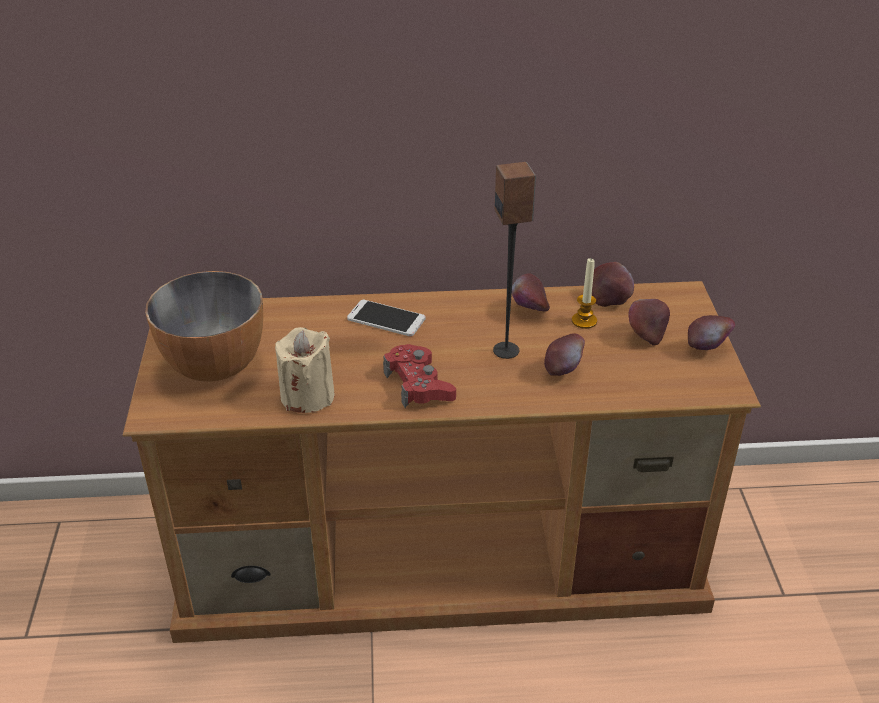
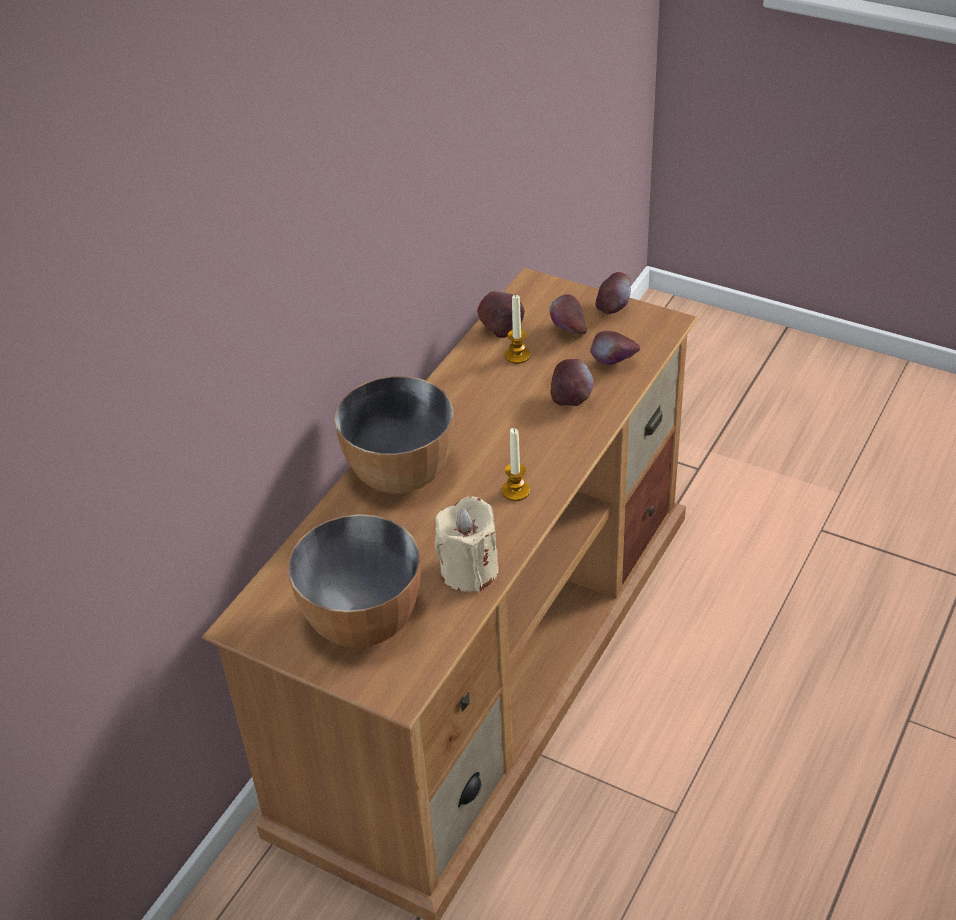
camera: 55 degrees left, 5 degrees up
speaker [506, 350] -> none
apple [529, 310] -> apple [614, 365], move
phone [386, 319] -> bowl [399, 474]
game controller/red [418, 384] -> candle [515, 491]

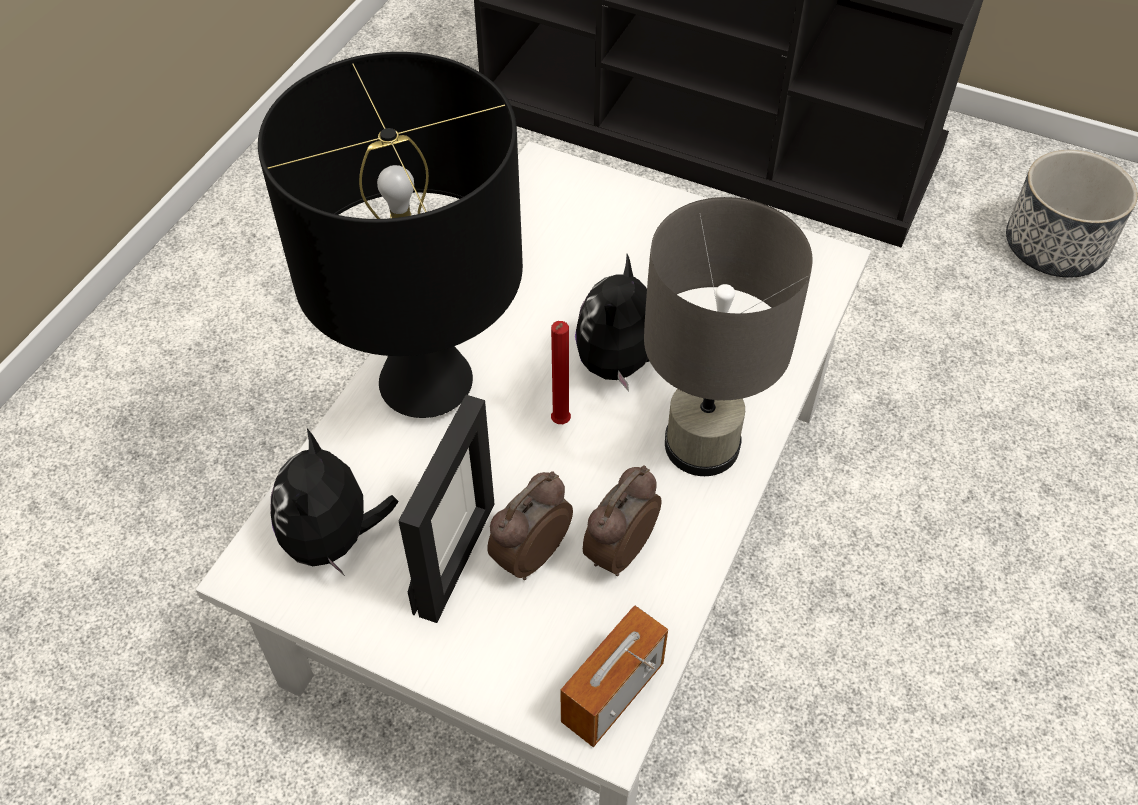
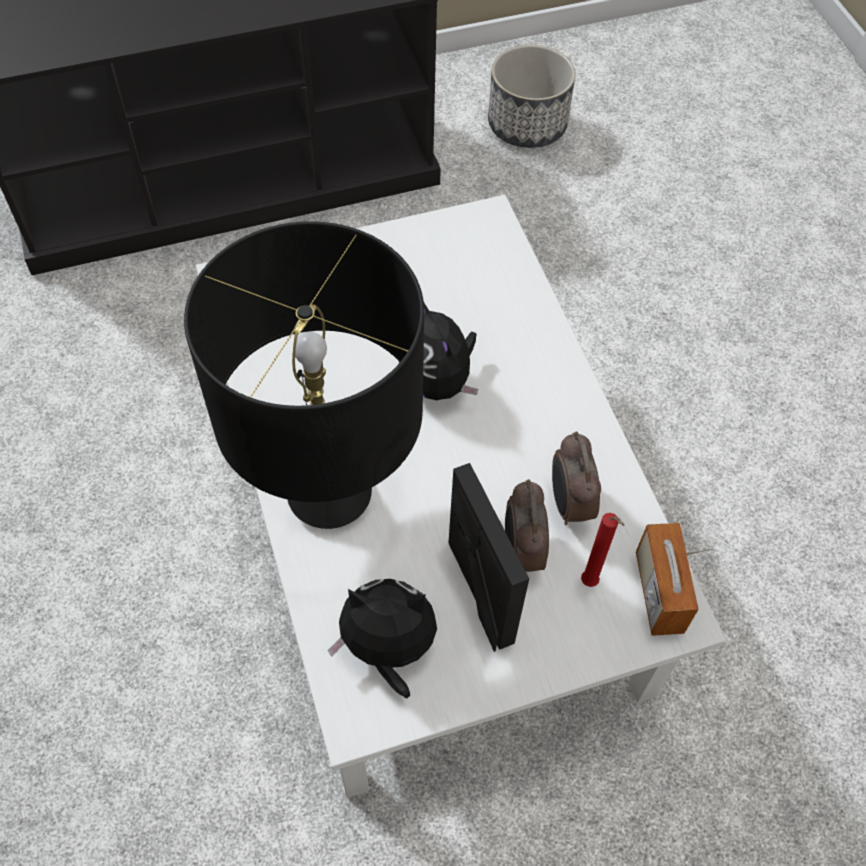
camera: 45 degrees left, 5 degrees up
table lamp/grey [700, 444] -> none
candle/red [559, 424] -> candle/red [590, 584], move
plush toy [334, 540] -> plush toy [387, 649], 135 degrees clockwise

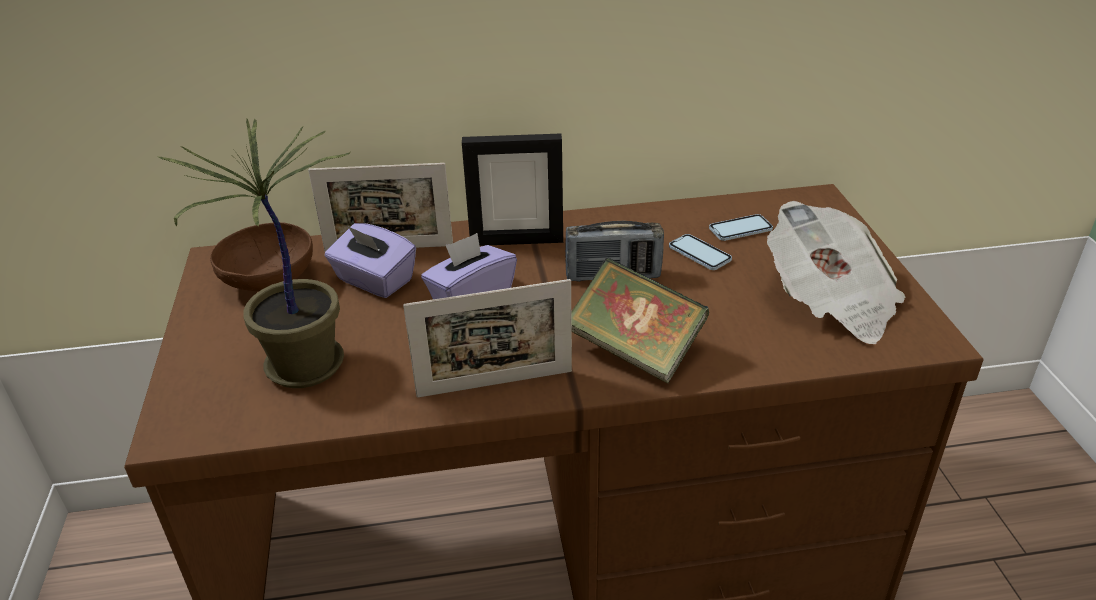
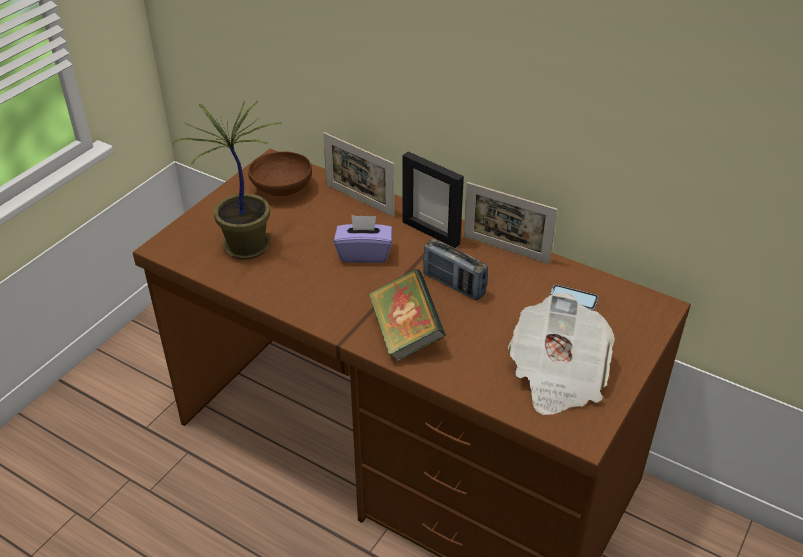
camera: 40 degrees right, 5 degrees up
tissue box/purple [374, 281] -> none
phone [699, 254] -> none
picture frame [495, 384] -> picture frame [506, 249], move

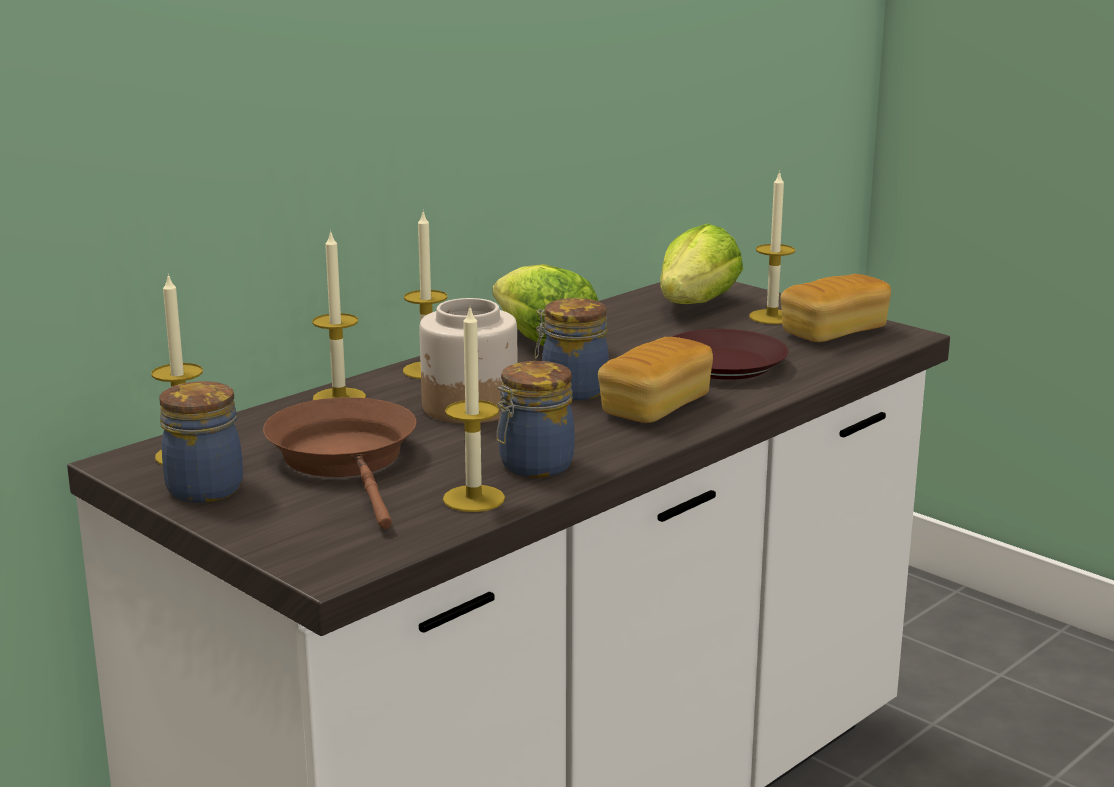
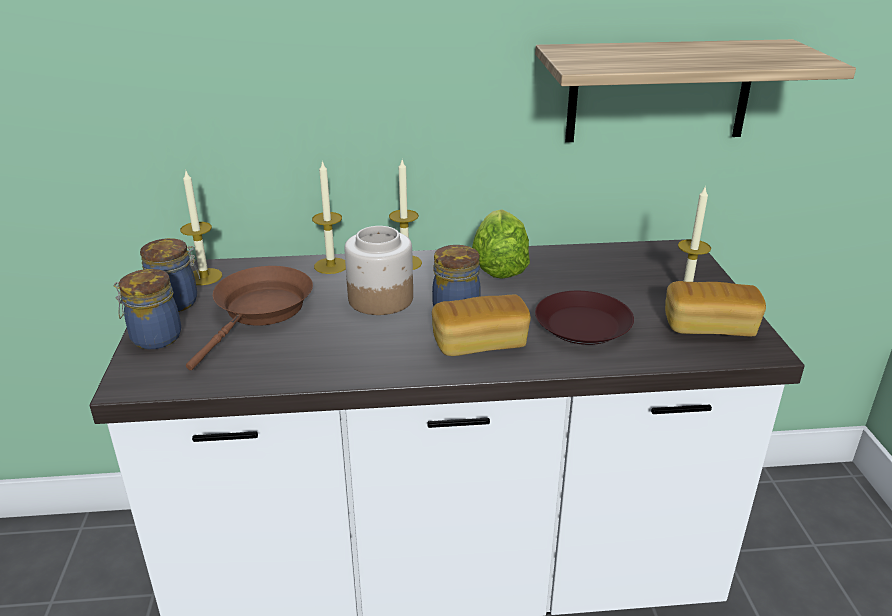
camera: 40 degrees right, 10 degrees up
candle [474, 499] -> none
lettuce [696, 305] -> none
none -> shelf [659, 91]
jar [533, 466] -> jar [154, 338], move

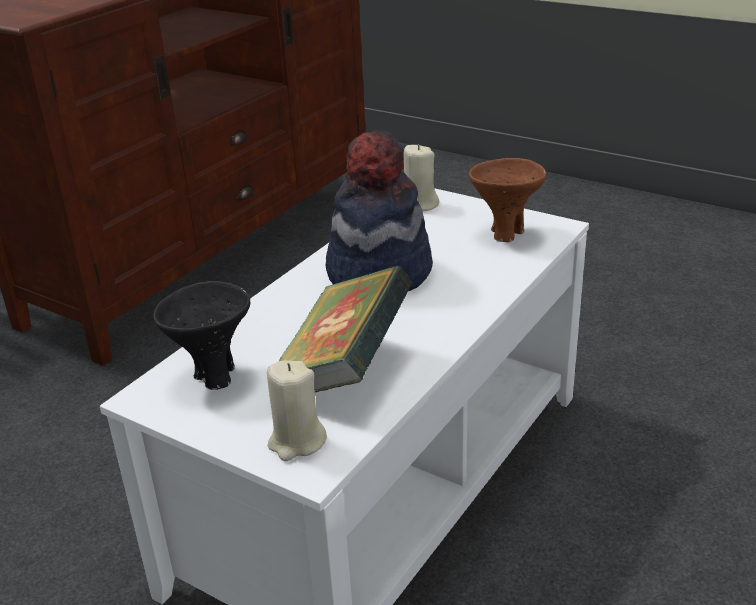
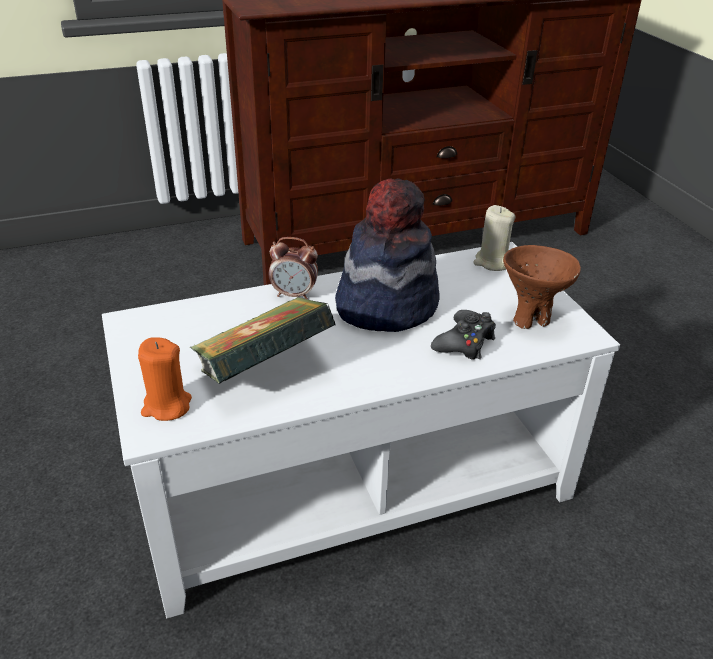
camera: 35 degrees right, 5 degrees up
bowl/black [214, 375] -> none
none -> alarm clock [294, 295]
none -> game controller/black [464, 342]
candle/beige [296, 442] -> candle/orange [166, 406]

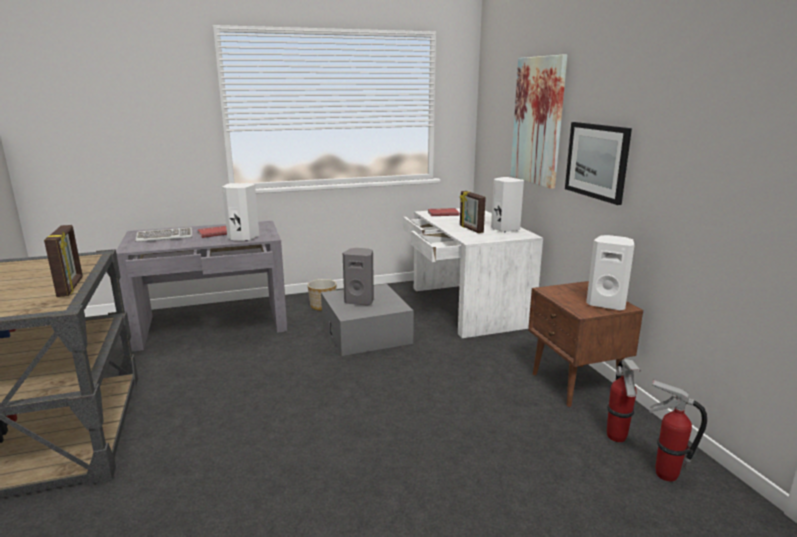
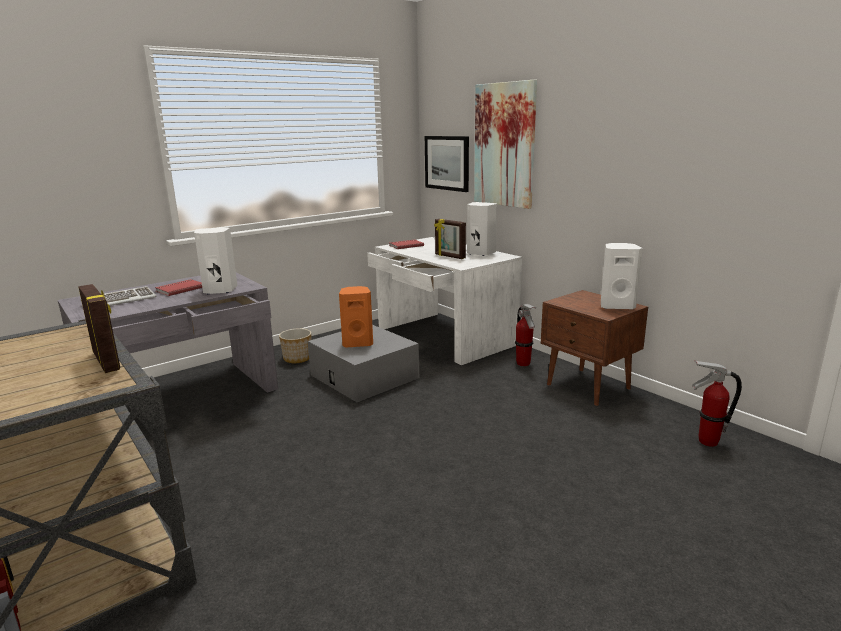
camera: 20 degrees left, 0 degrees up
picture [597, 161] -> picture [447, 163], move
fire extinguisher [616, 437] -> fire extinguisher [523, 364], move
speaker/grey [360, 301] -> speaker/orange [358, 343]

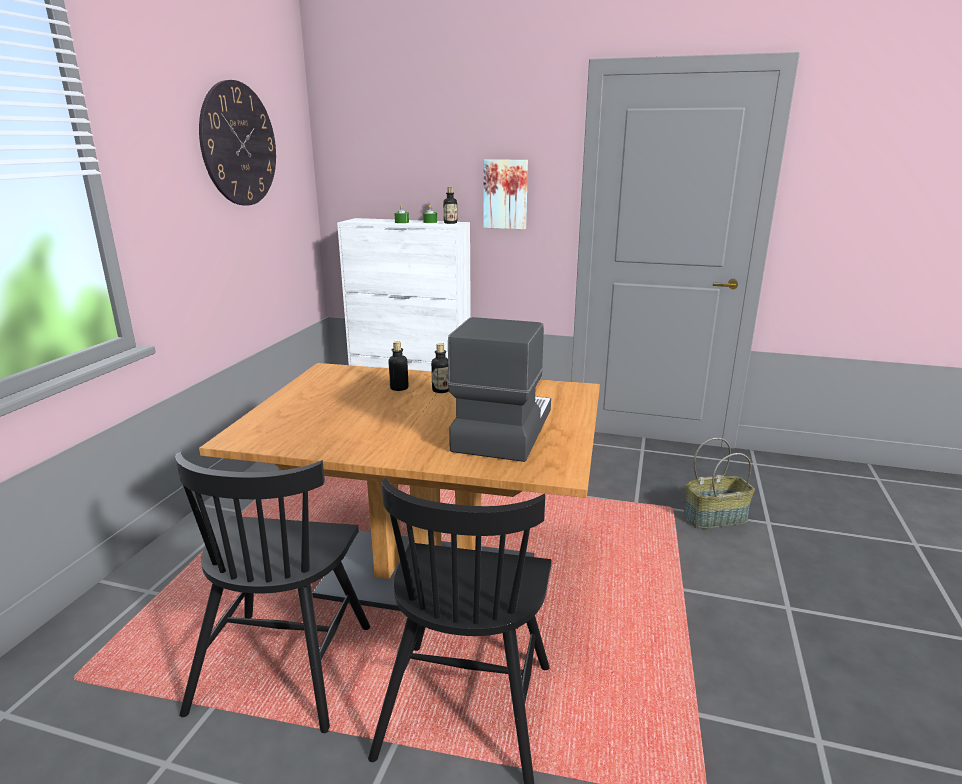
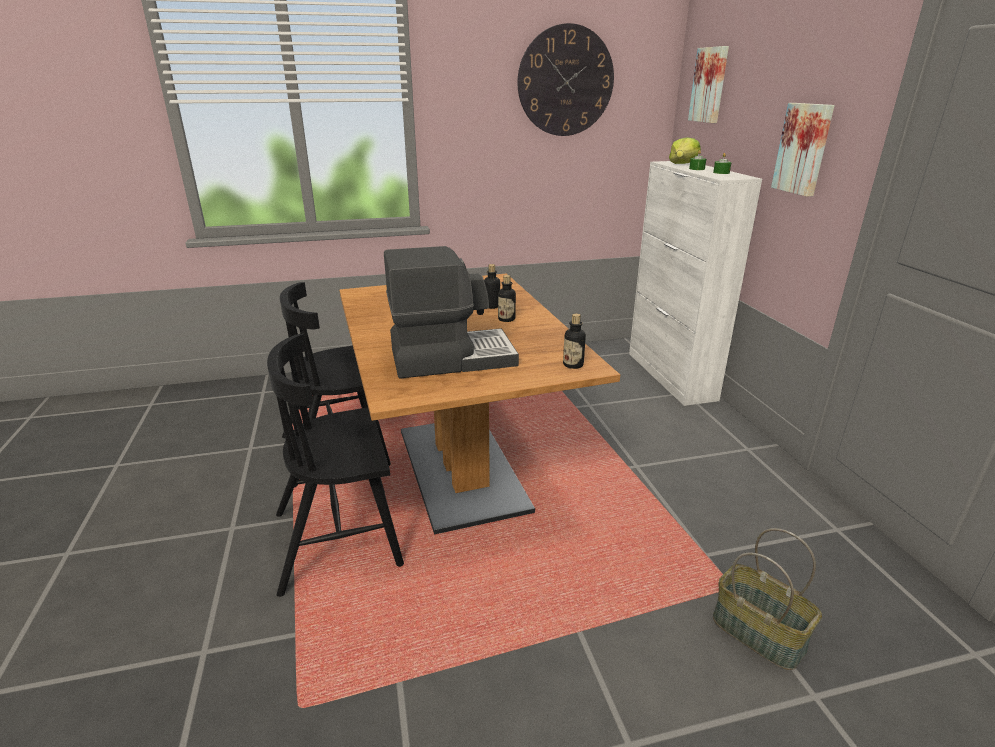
camera: 60 degrees right, 5 degrees up
none -> lettuce [682, 164]
none -> picture [710, 85]
bottle [450, 223] -> bottle [573, 365], move

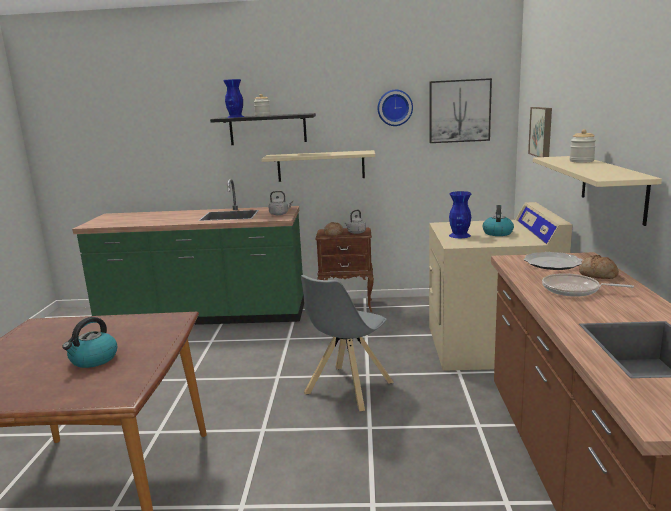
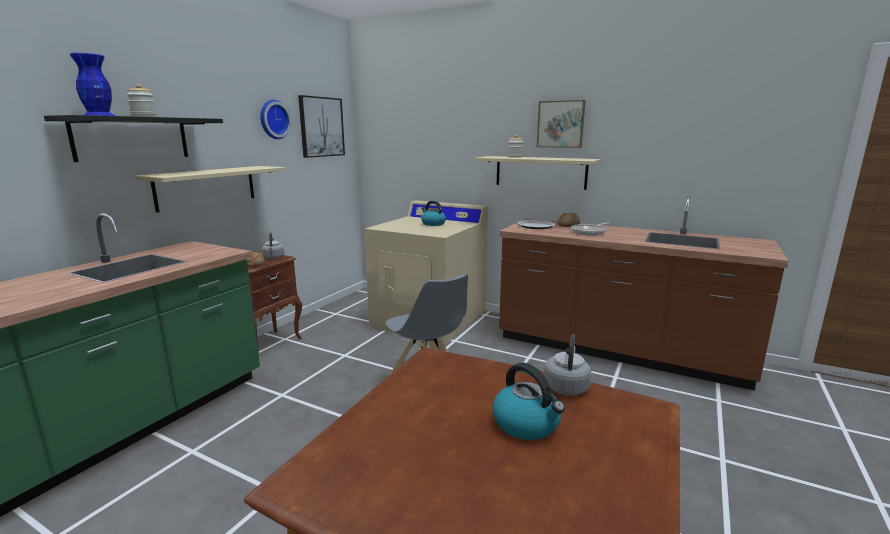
camera: 65 degrees left, 0 degrees up
vase/blue [460, 235] -> none
kettle/grey [280, 214] -> kettle/grey [566, 386], move
picture [542, 131] -> picture [561, 124], move

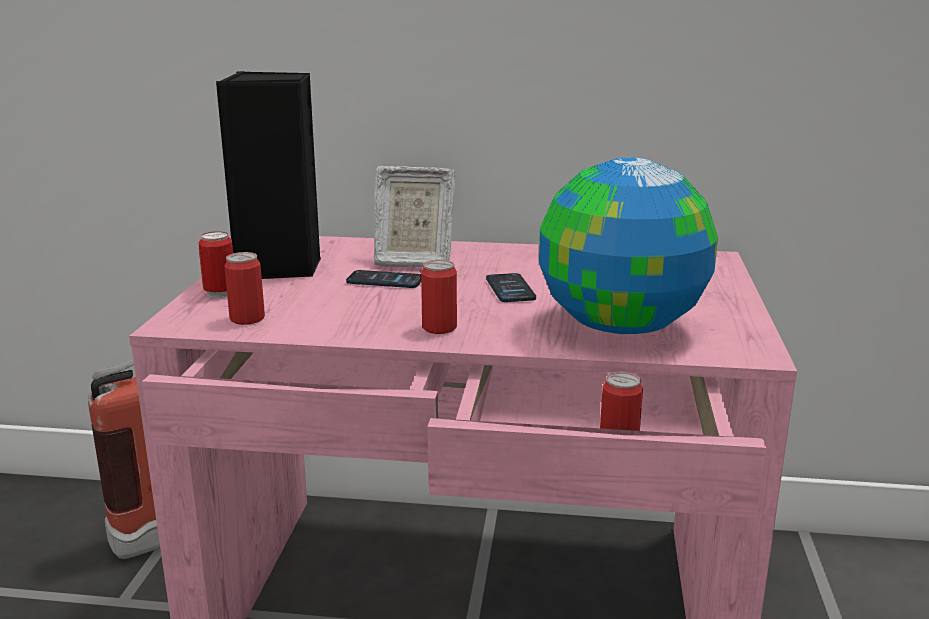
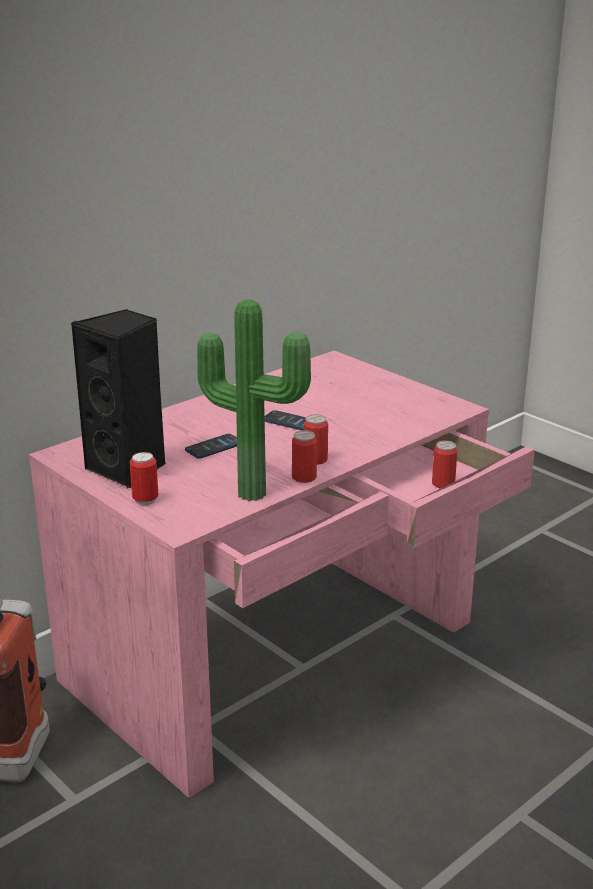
camera: 50 degrees left, 5 degrees up
picture frame [412, 261] -> none
globe [619, 327] -> none
none -> potted plant [254, 491]
can [247, 319] -> can [304, 477], move

